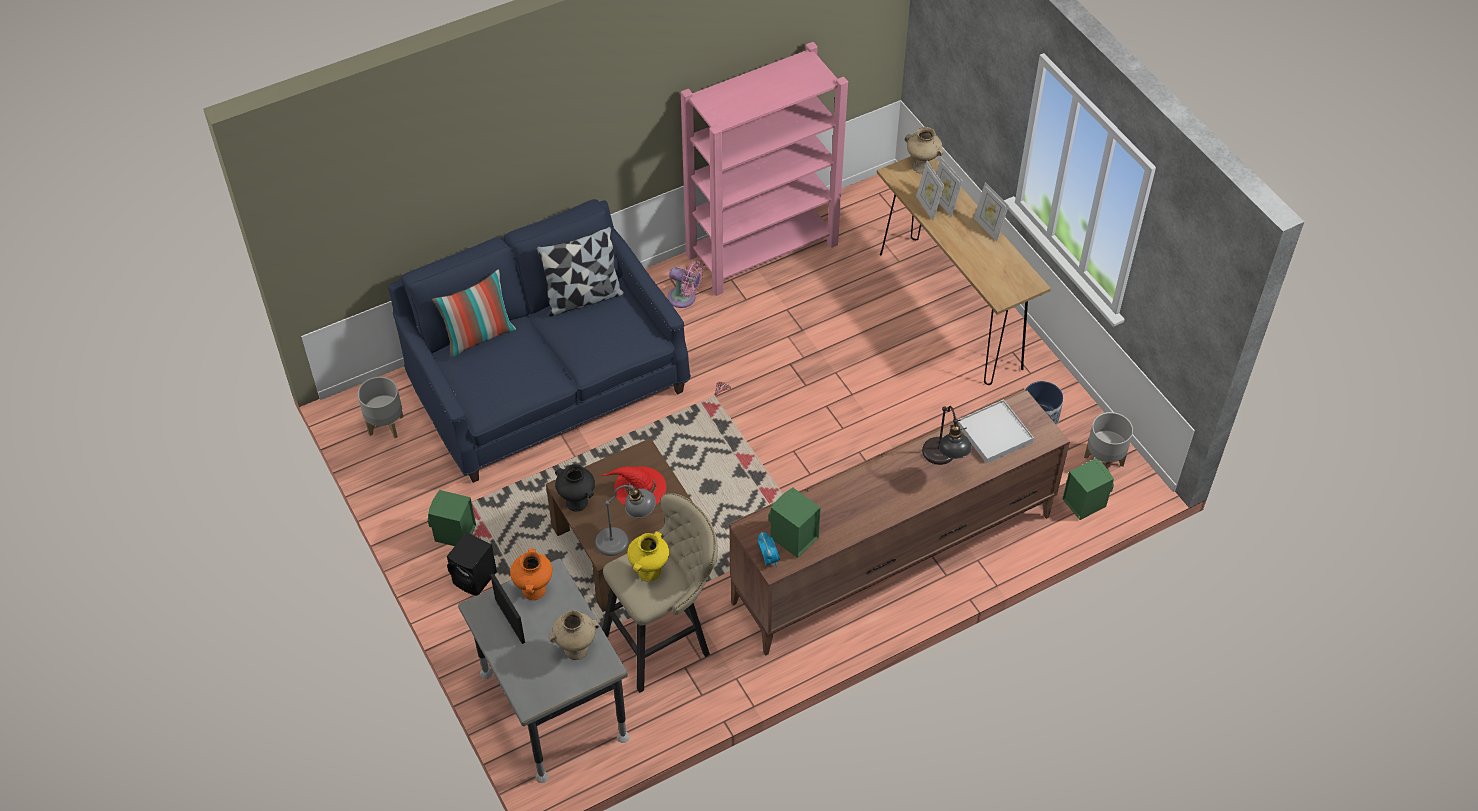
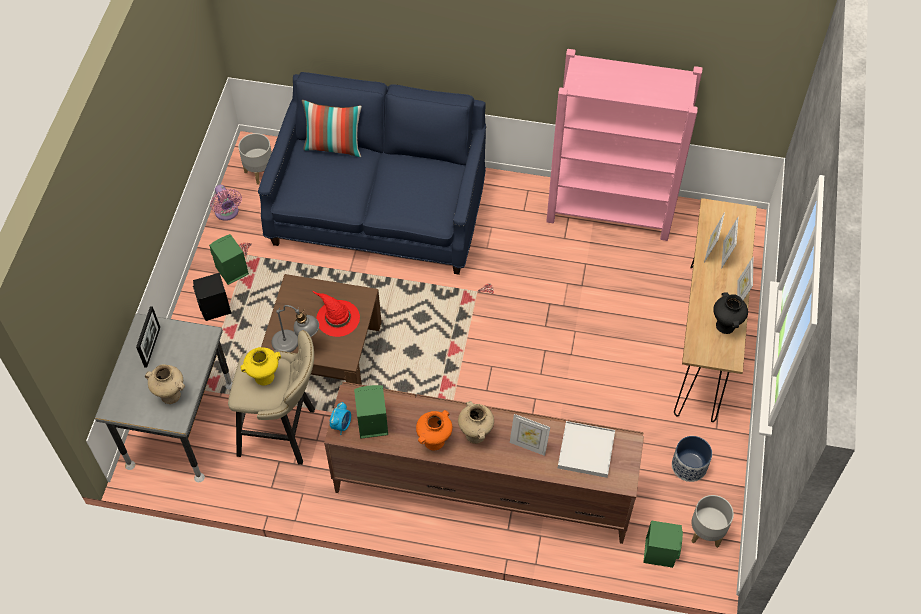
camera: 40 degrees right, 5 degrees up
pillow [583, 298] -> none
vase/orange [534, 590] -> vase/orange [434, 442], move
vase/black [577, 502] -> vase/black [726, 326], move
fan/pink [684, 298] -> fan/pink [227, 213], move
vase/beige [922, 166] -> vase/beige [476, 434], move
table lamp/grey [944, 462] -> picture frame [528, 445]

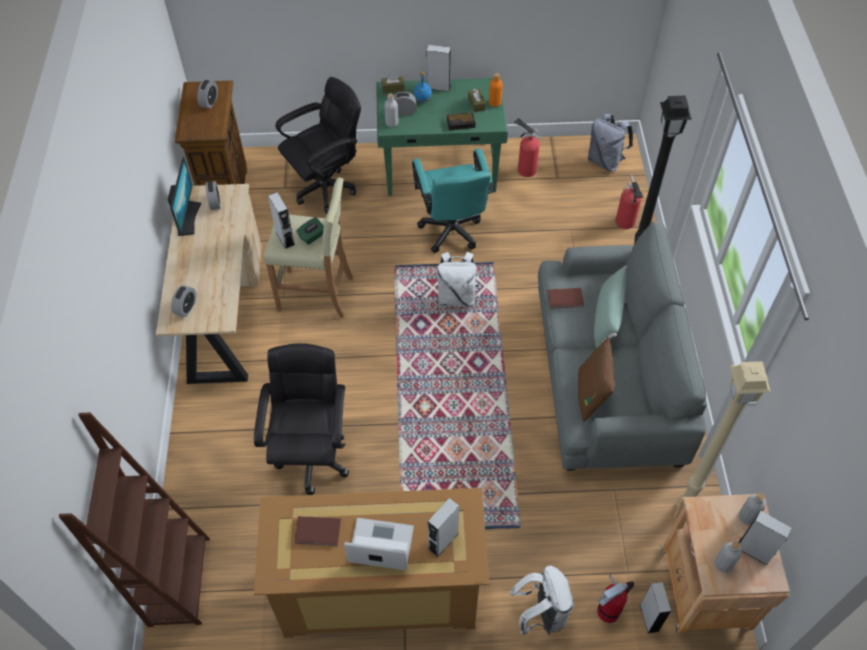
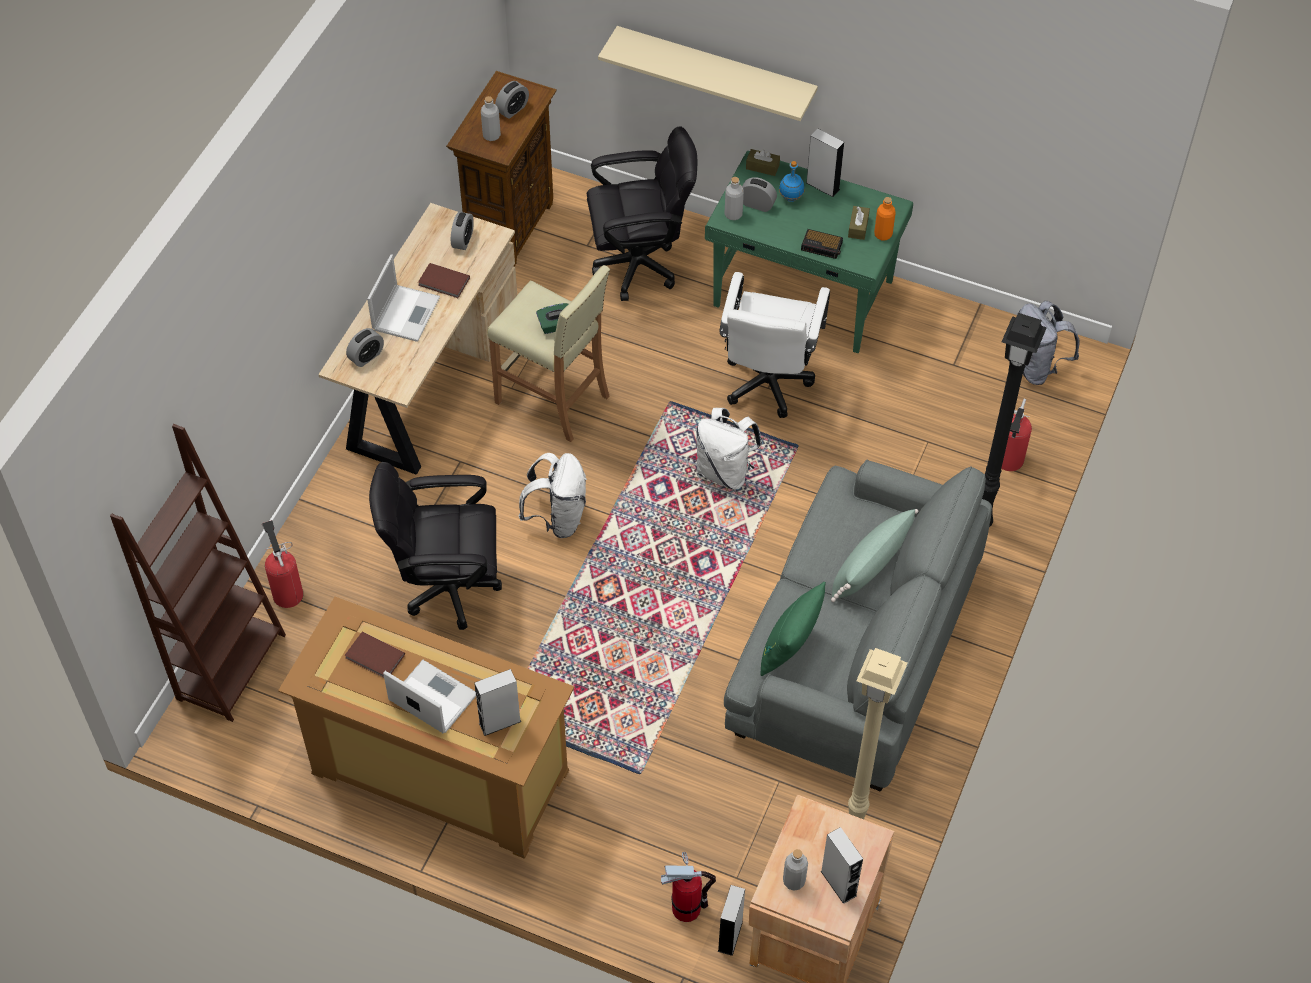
camera: 25 degrees right, 0 degrees up
monitor [187, 218] -> none
speaker/grey [285, 238] -> none
none -> laptop [406, 312]
none -> shelf/beige [715, 70]
backpack/white [541, 613] -> backpack/white [557, 518], move
fire extinguisher [525, 169] -> fire extinguisher [287, 592], move
book/brown [565, 299] -> book/brown [444, 282], move
bottle/grey [747, 517] -> bottle/grey [491, 135], move
office chair/turquoise [452, 234] -> office chair/white [767, 388]
pillow/brown [591, 395] -> pillow/green [790, 649]
office chair/black [312, 455] -> office chair/black [446, 592], 120 degrees counterclockwise

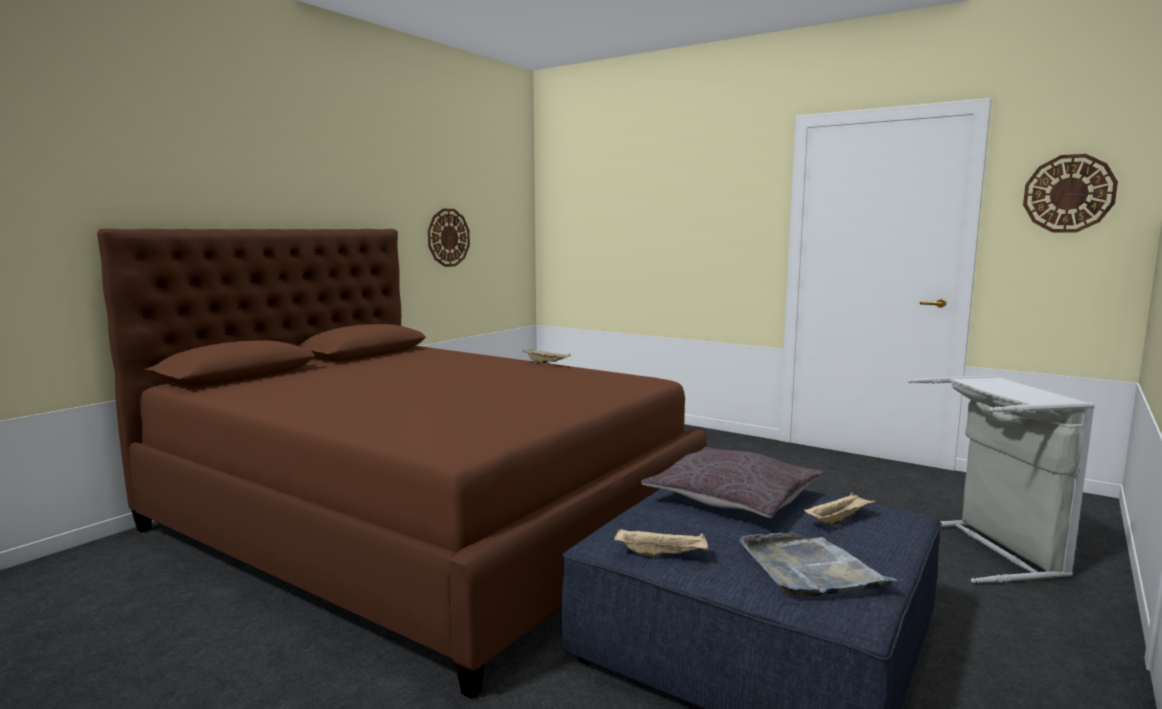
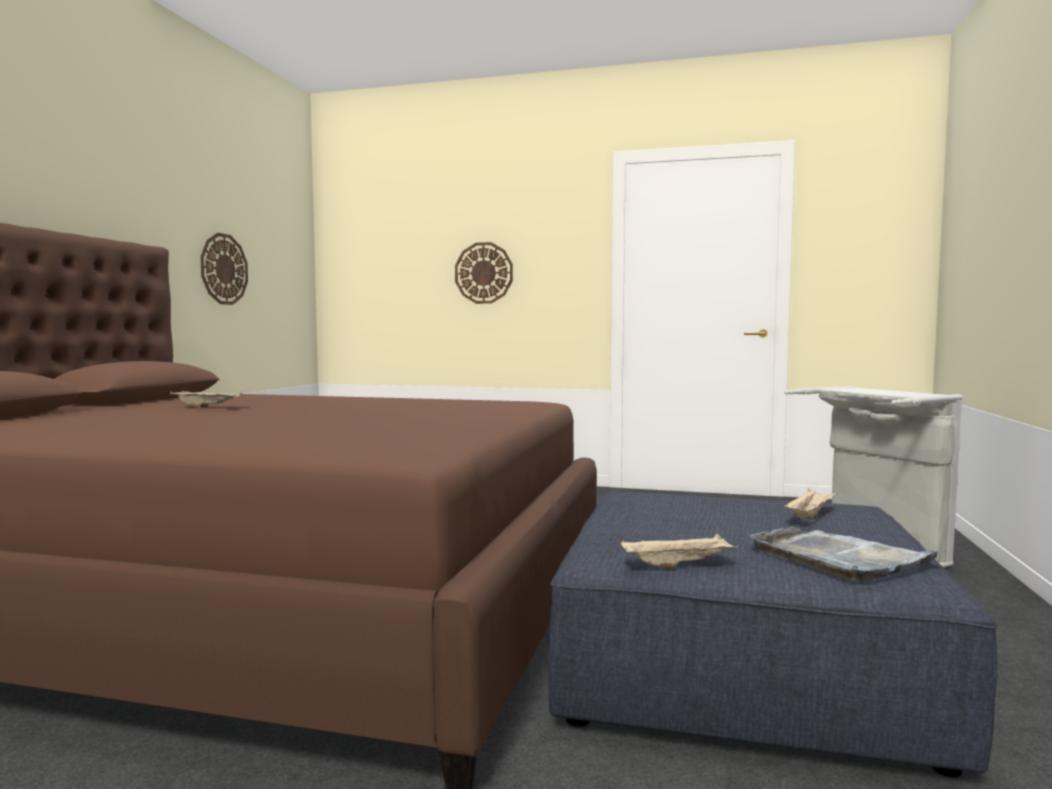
camera: 20 degrees left, 5 degrees down
pillow/grey [733, 498] -> none
tray/beige [547, 363] -> tray/beige [208, 407], move
wall clock [1068, 193] -> wall clock [484, 273], move

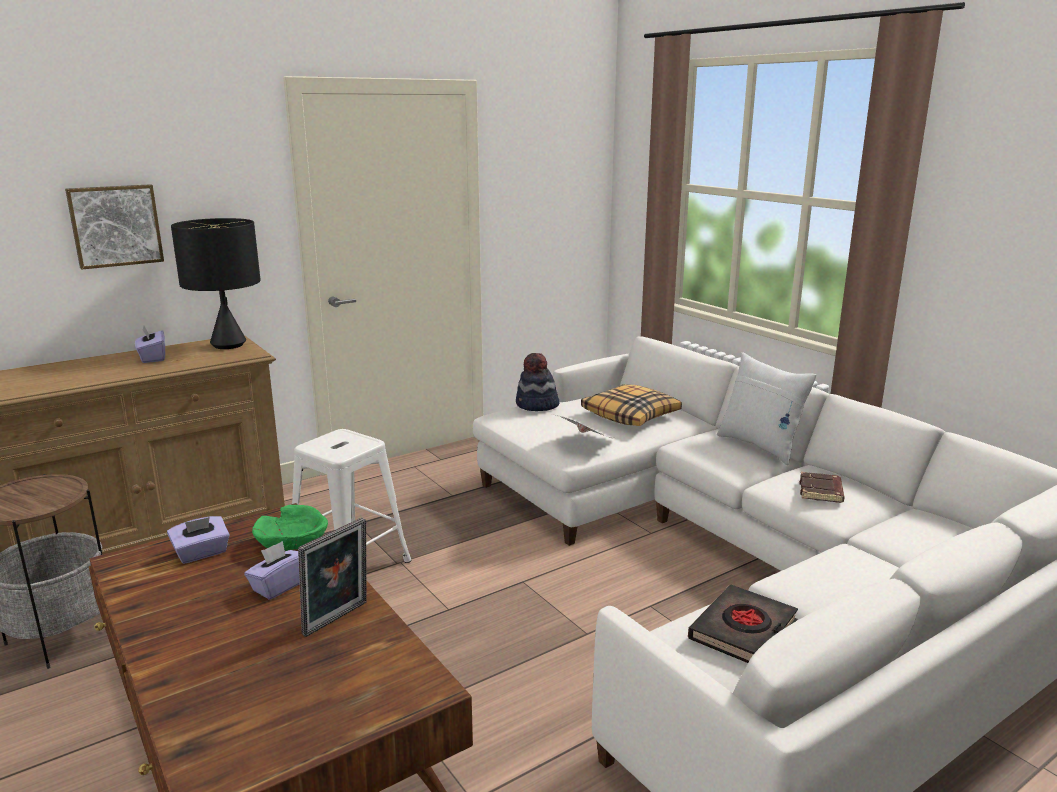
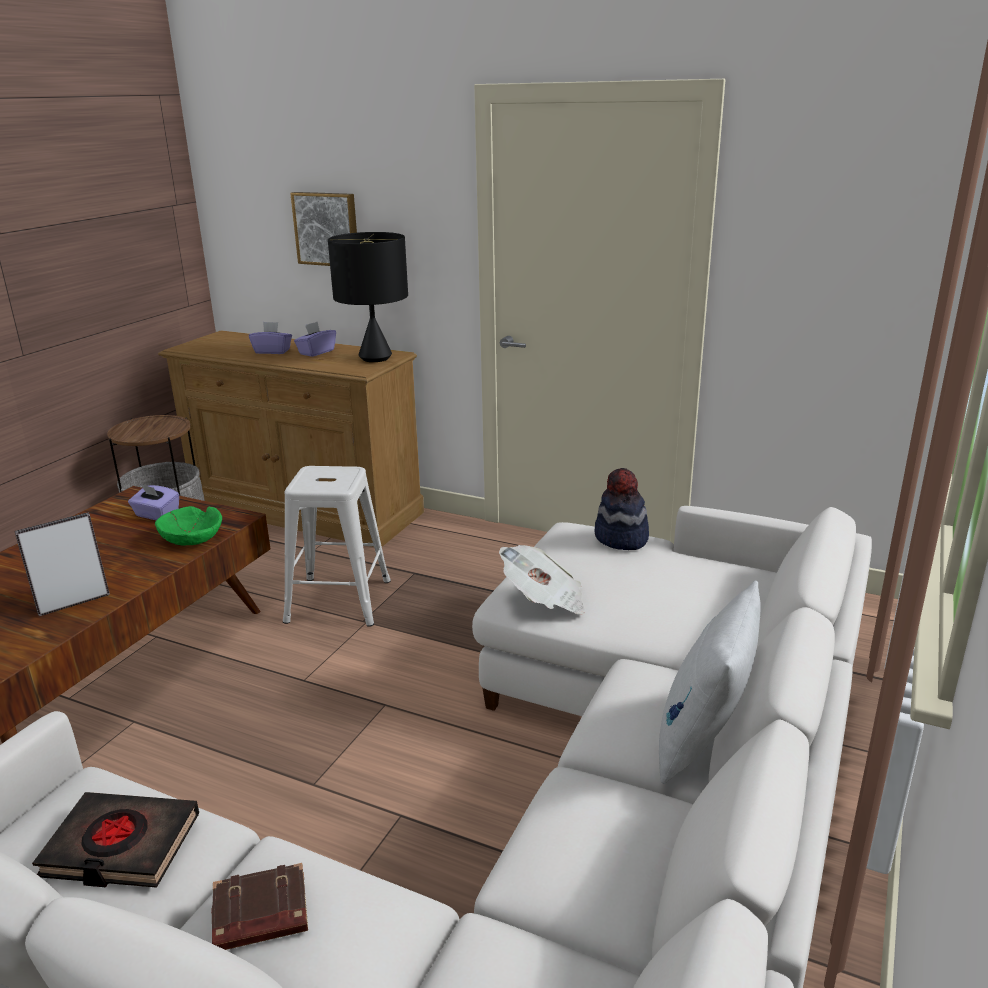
camera: 60 degrees right, 5 degrees up
pillow [631, 415] -> none
tissue box/purple [279, 586] -> tissue box/purple [272, 351], move
book/brown [821, 492] -> book/brown [260, 915], move
picture frame [338, 620] -> picture frame [73, 602], 135 degrees clockwise

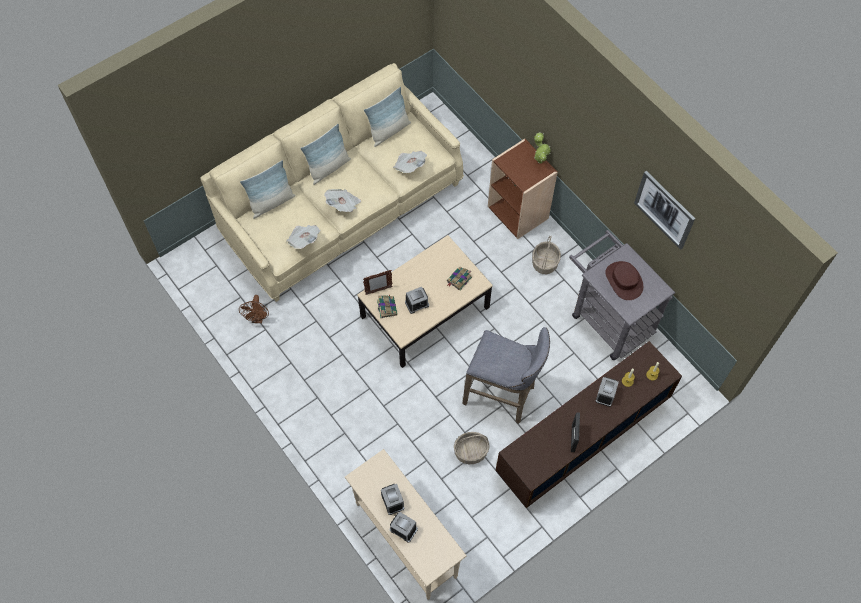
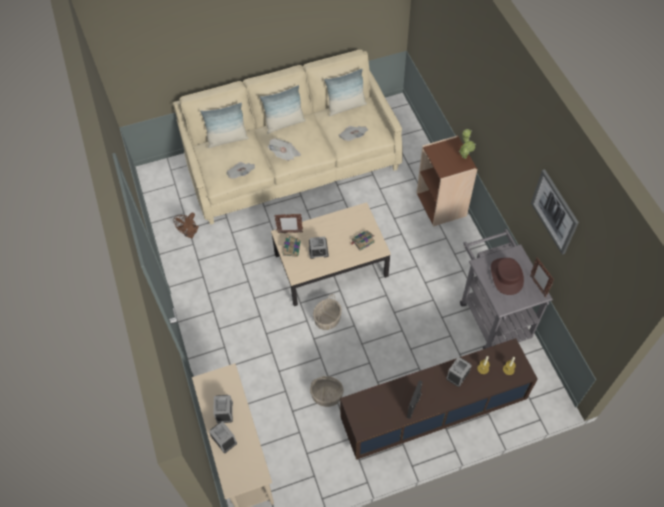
camera: 20 degrees right, 5 degrees down
stool/grey [502, 395] -> none
none -> picture frame [537, 286]
basket [544, 262] -> basket [327, 318], move

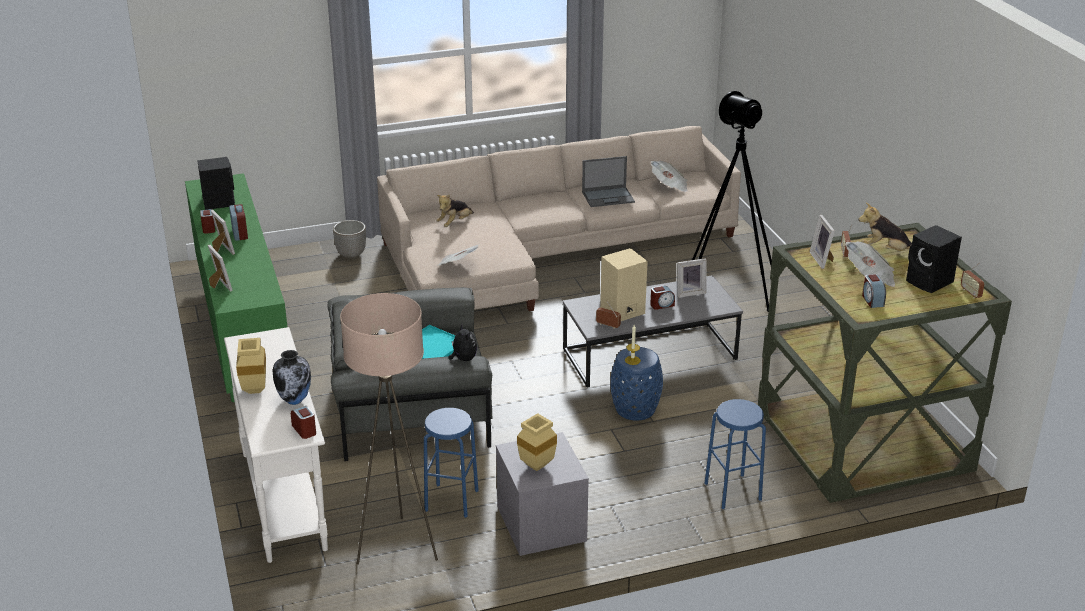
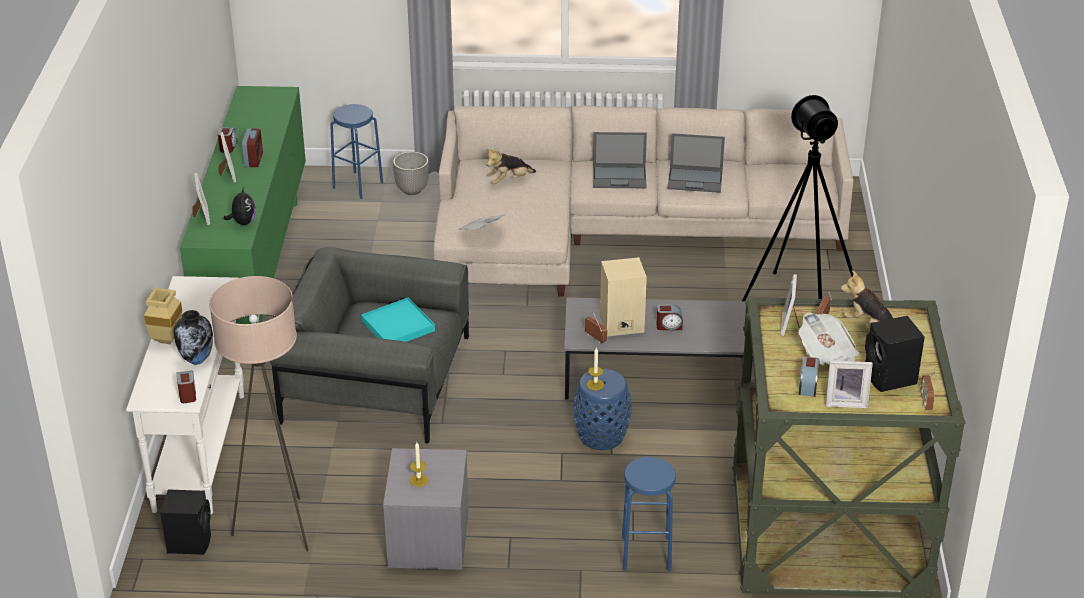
camera: 20 degrees right, 5 degrees up
newspaper [669, 186] -> none
none -> laptop [620, 177]
speaker/black [219, 202] -> speaker/black [190, 541], move
stool/blue [451, 500] -> stool/blue [357, 185], move
plush toy [463, 359] -> plush toy [243, 222], move
picture frame [689, 292] -> picture frame [846, 401], move
vase/beige [537, 465] -> candle [418, 480]

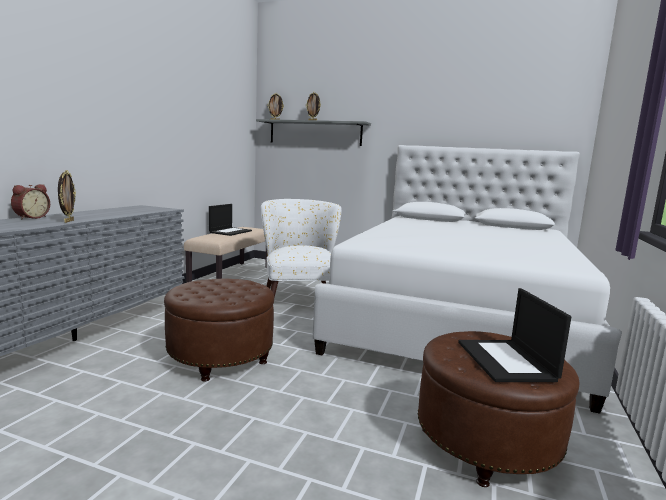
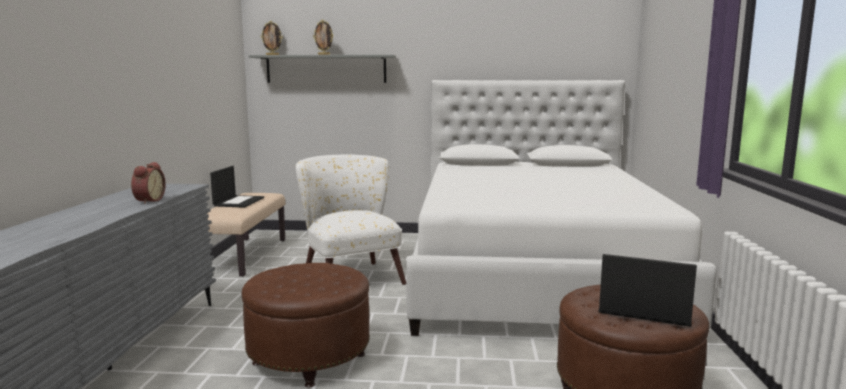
camera: 15 degrees left, 0 degrees up
picture frame [68, 221] -> none
alarm clock [31, 217] -> alarm clock [148, 201], move
laptop [507, 361] -> laptop [643, 309], 135 degrees clockwise

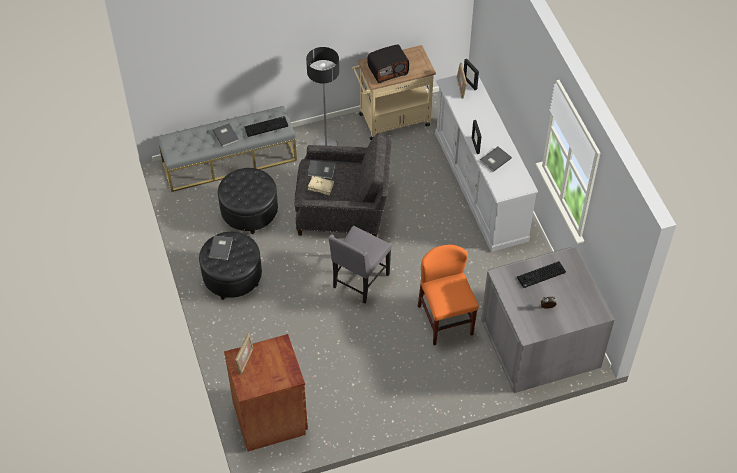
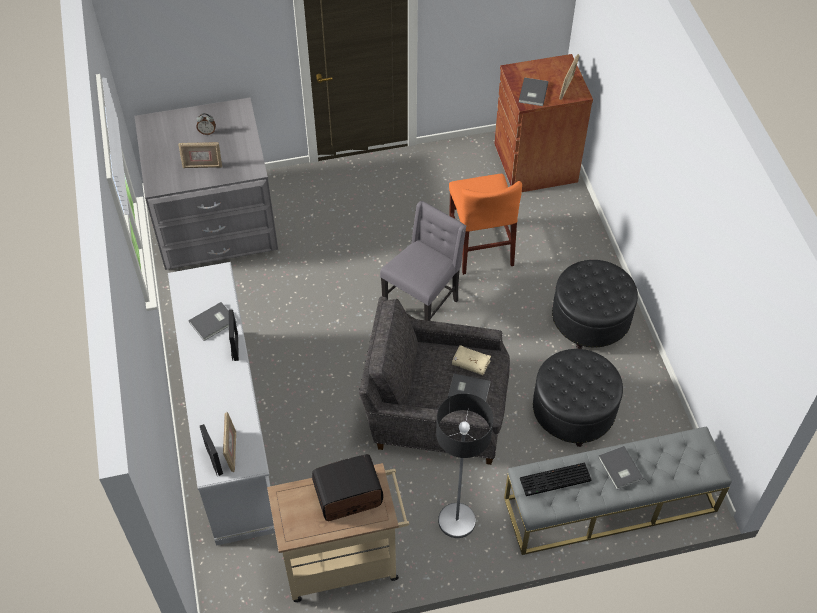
camera: 175 degrees left, 0 degrees up
book/grey [221, 248] -> book/grey [532, 93], move
chair/orange [445, 320] -> chair/orange [480, 246], move
keyboard [541, 276] -> picture frame [202, 166]

